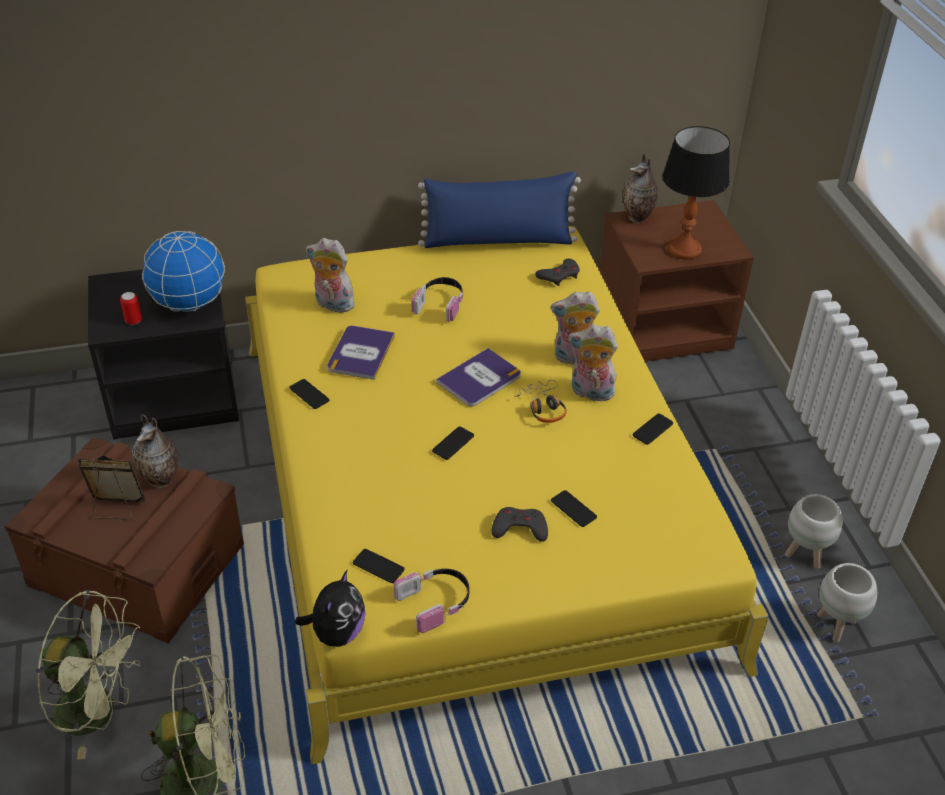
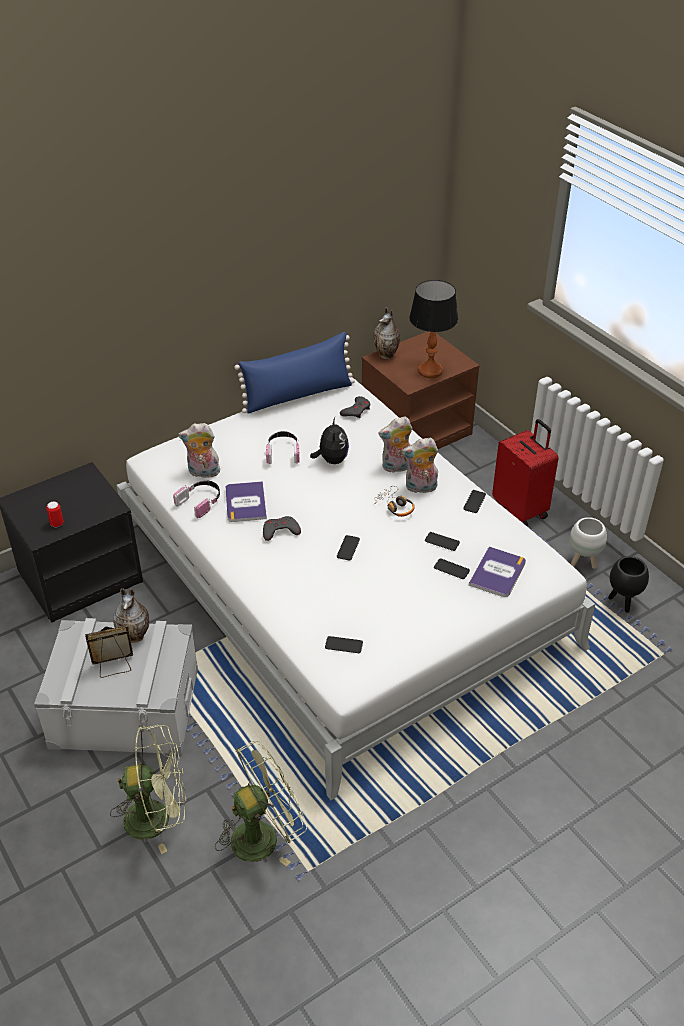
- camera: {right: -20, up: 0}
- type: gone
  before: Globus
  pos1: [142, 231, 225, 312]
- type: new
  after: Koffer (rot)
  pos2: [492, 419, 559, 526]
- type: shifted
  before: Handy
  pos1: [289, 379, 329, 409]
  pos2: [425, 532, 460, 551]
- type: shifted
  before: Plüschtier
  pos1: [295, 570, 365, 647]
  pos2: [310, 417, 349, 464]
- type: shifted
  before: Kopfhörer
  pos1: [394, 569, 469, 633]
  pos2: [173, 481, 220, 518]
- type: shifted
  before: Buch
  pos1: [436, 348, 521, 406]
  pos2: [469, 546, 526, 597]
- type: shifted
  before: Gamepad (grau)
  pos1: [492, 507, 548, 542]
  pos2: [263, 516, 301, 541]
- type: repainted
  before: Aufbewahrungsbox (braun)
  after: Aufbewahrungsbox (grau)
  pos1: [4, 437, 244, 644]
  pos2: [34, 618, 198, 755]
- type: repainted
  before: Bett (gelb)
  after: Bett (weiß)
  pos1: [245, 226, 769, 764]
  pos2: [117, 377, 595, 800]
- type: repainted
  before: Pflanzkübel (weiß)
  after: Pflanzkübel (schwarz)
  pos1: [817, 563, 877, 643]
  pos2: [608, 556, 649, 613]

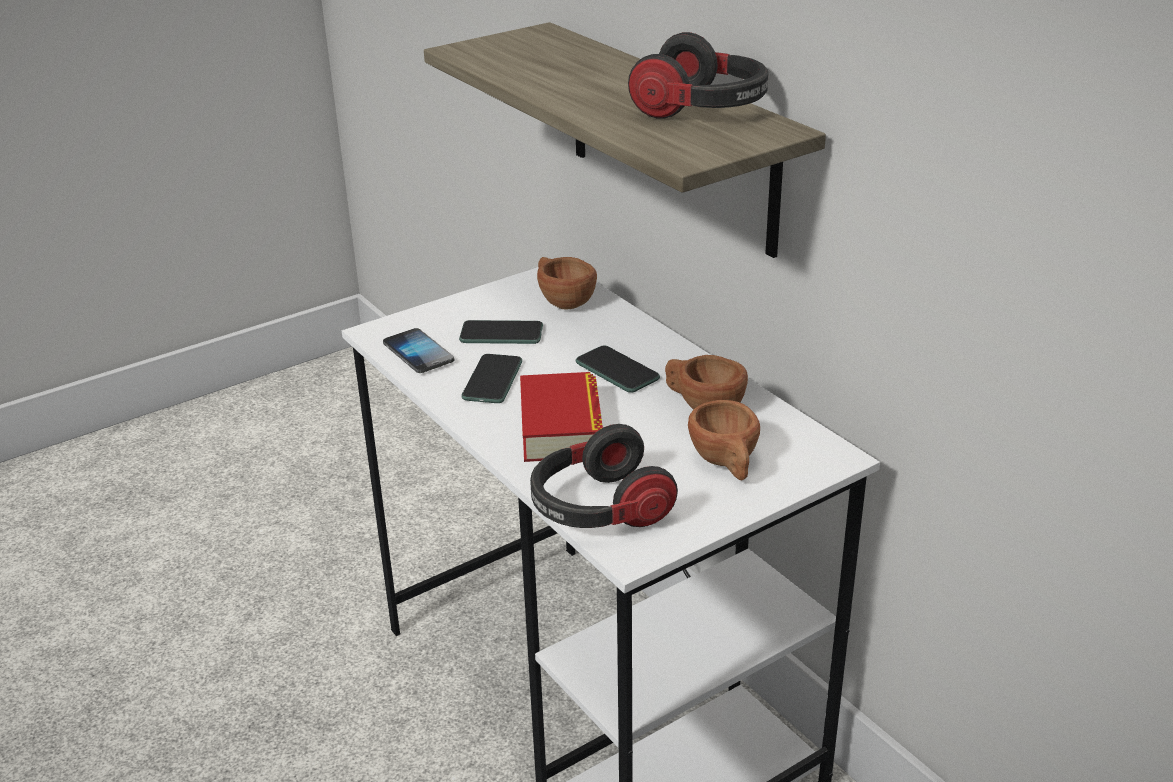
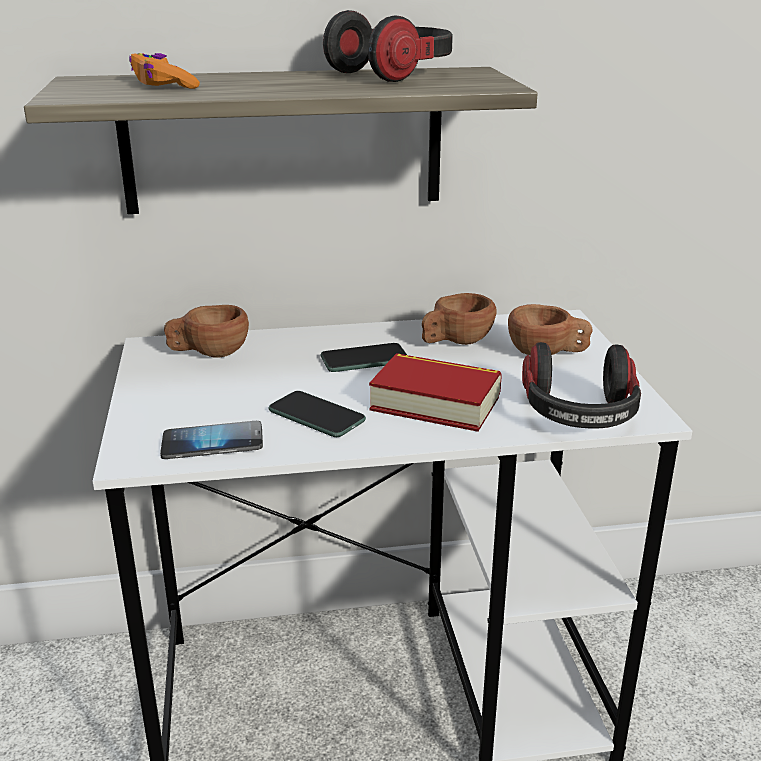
- camera: {right: -65, up: -5}
- type: gone
  before: Handy
  pos1: [459, 320, 543, 344]
- type: new
  after: Gamepad (orange)
  pos2: [129, 53, 200, 89]

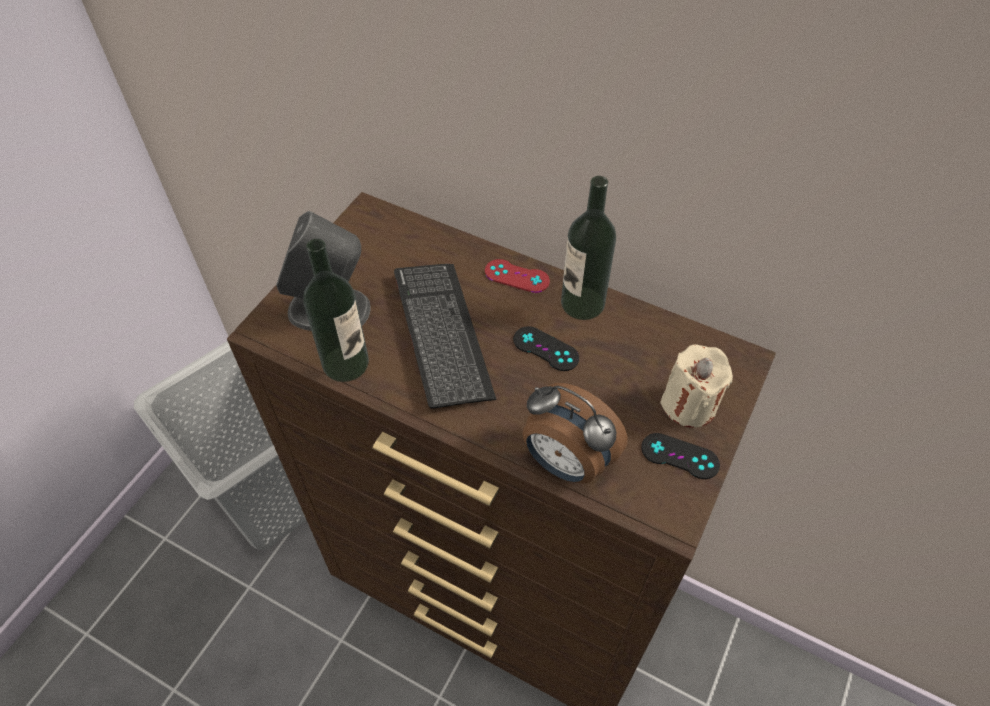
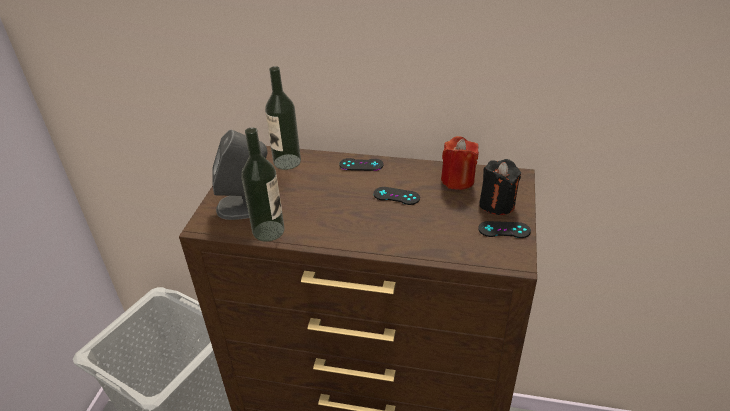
- camera: {right: -15, up: -15}
- type: gone
  before: Tastatur
  pos1: [394, 264, 497, 409]
- type: gone
  before: Wecker
  pos1: [522, 383, 628, 484]
- type: new
  after: Kerze (rot)
  pos2: [441, 136, 479, 190]
- type: shifted
  before: Flasche
  pos1: [561, 176, 616, 320]
  pos2: [265, 66, 301, 170]
- type: repainted
  before: Gamepad (rot)
  after: Gamepad (schwarz)
  pos1: [485, 259, 550, 293]
  pos2: [339, 158, 384, 171]
- type: repainted
  before: Kerze (beige)
  after: Kerze (schwarz)
  pos1: [660, 344, 733, 428]
  pos2: [480, 159, 521, 215]

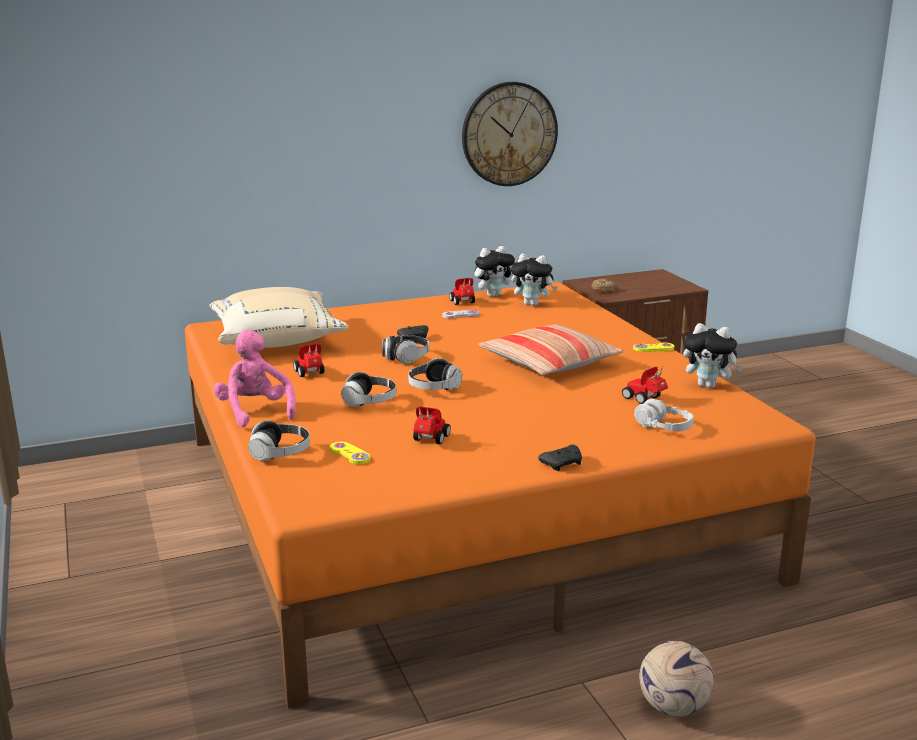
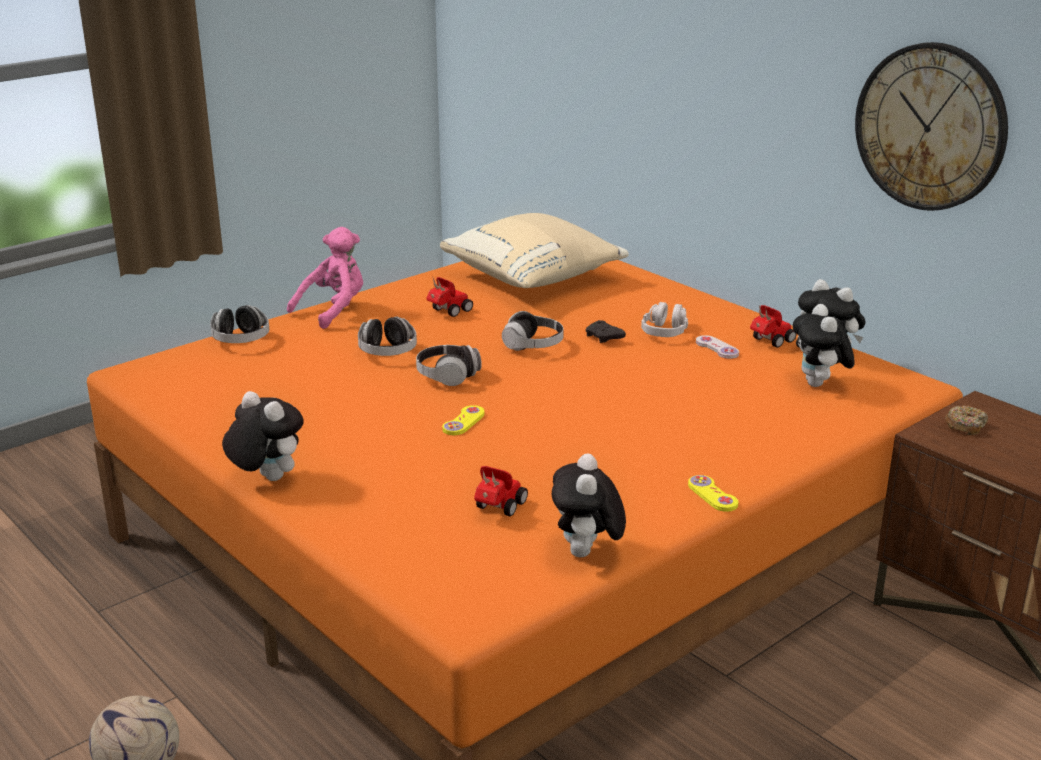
- camera: {right: 70, up: 5}
- type: gone
  before: Spielzeugauto
  pos1: [413, 406, 451, 444]
- type: gone
  before: Kissen
  pos1: [478, 324, 623, 375]
- type: shifted
  before: Gamepad (gelb)
  pos1: [330, 442, 370, 465]
  pos2: [442, 405, 484, 435]
- type: shifted
  before: Kopfhörer (grau)
  pos1: [634, 399, 694, 431]
  pos2: [641, 302, 688, 337]
- type: swapped
  before: Gamepad (schwarz)
  after: Plüschtier
  pos1: [538, 445, 582, 471]
  pos2: [222, 391, 304, 481]

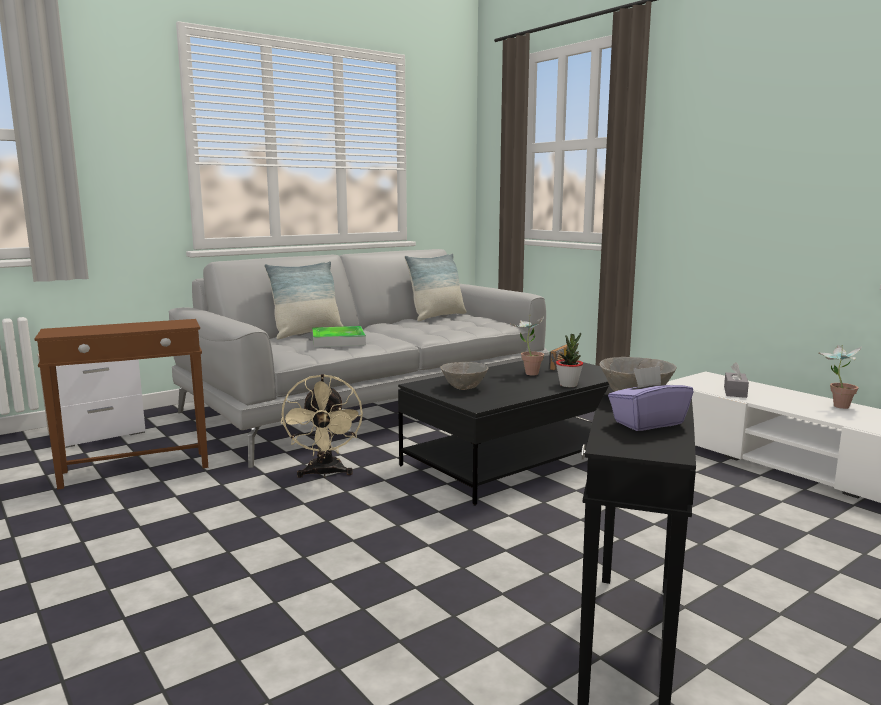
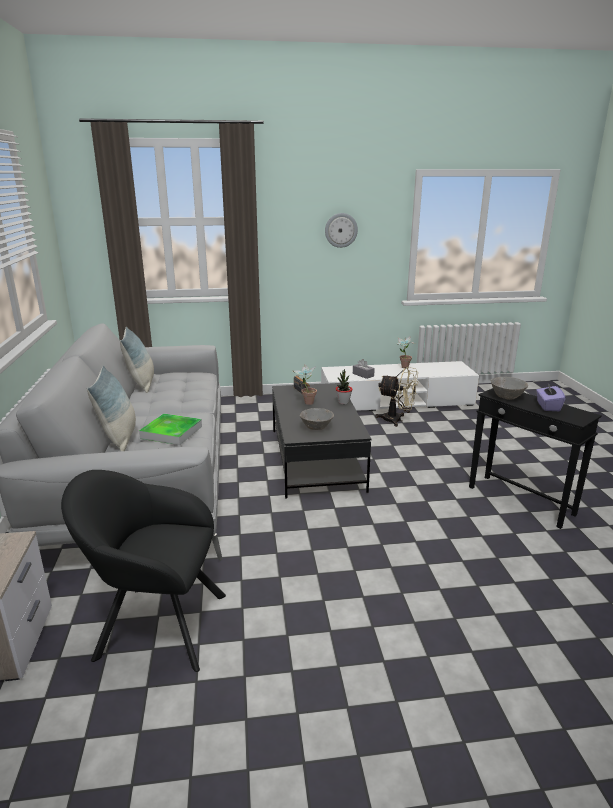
- camera: {right: -60, up: 10}
- type: new
  after: Wanduhr
  pos2: [325, 213, 358, 248]
- type: shifted
  before: Ventilator (beige)
  pos1: [281, 374, 363, 478]
  pos2: [376, 367, 418, 427]
- type: swapped
  before: Beistelltisch (braun)
  after: Sessel (schwarz)
  pos1: [34, 319, 208, 490]
  pos2: [61, 470, 226, 672]

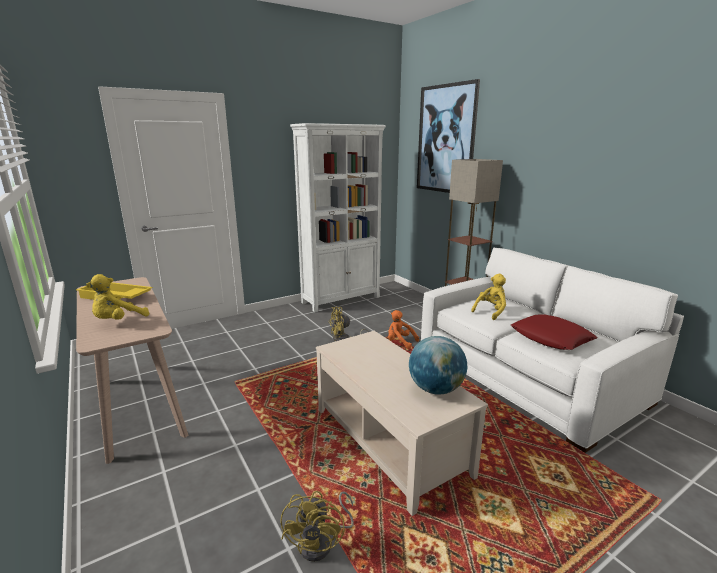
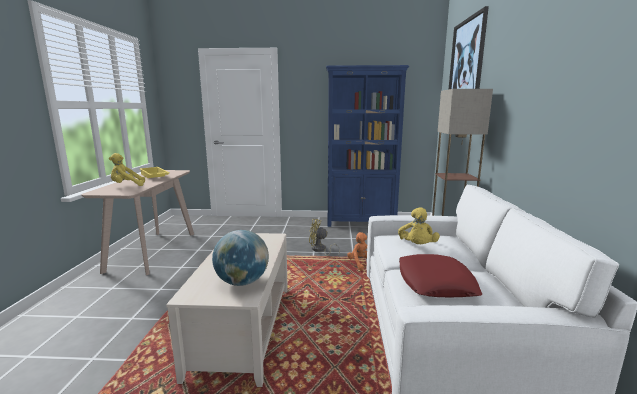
- camera: {right: 35, up: -5}
- type: gone
  before: Ventilator (gelb)
  pos1: [280, 491, 354, 562]
- type: repainted
  before: Bücherregal (weiß)
  after: Bücherregal (blau)
  pos1: [290, 123, 386, 312]
  pos2: [326, 65, 409, 227]
- type: rotated
  before: Plüschtier (gelb)
  pos1: [471, 274, 506, 320]
  pos2: [398, 207, 440, 244]
  turn: 105

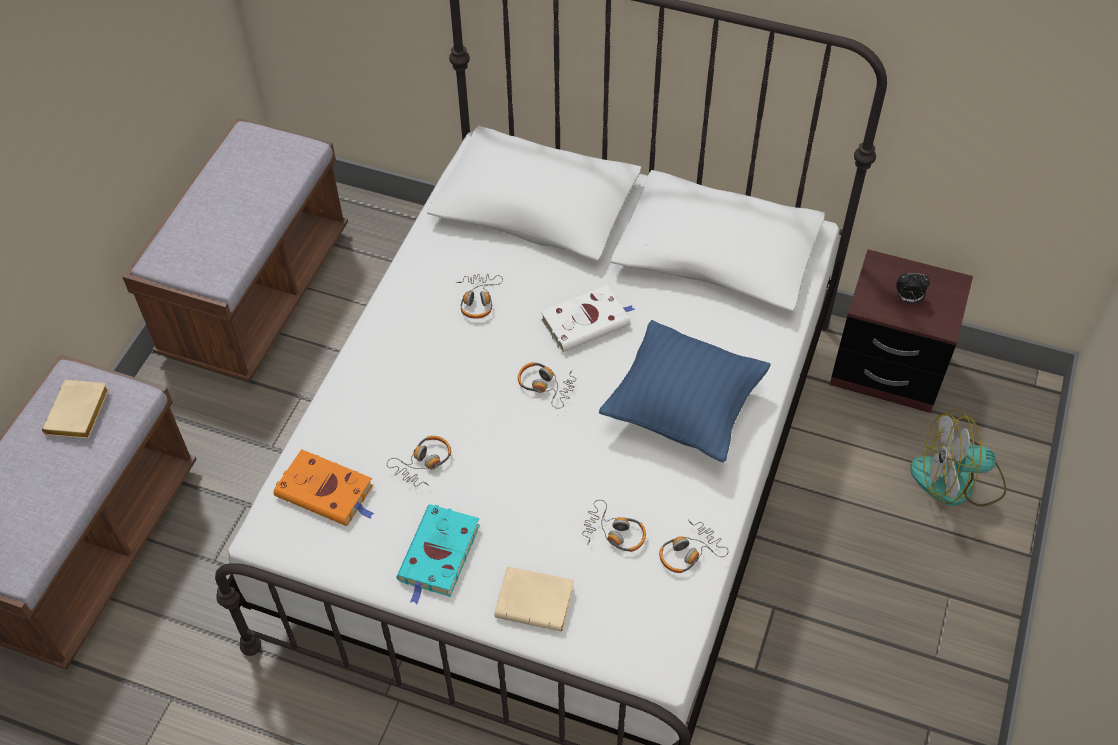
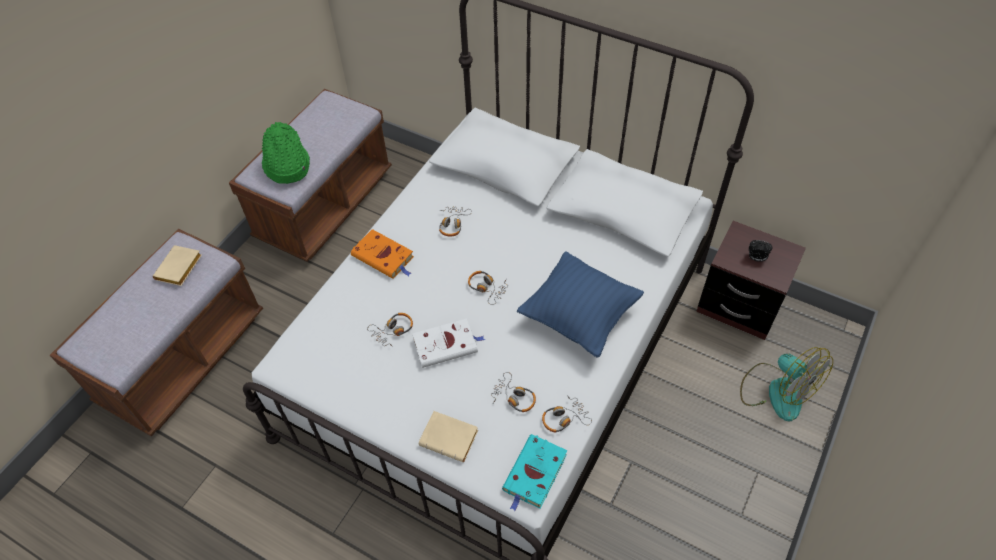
- camera: {right: 10, up: 0}
- type: new
  after: Hut (grün)
  pos2: [262, 122, 310, 184]
- type: shifted
  before: Buch (orange)
  pos1: [274, 449, 375, 526]
  pos2: [351, 229, 414, 279]
- type: shifted
  before: Buch (türkis)
  pos1: [396, 504, 480, 604]
  pos2: [502, 434, 567, 511]
- type: shifted
  before: Buch (weiß)
  pos1: [541, 285, 635, 352]
  pos2: [413, 318, 485, 368]
- type: rotated
  before: Ventilator
  pos1: [910, 409, 1006, 507]
  pos2: [740, 347, 833, 421]
  turn: -135

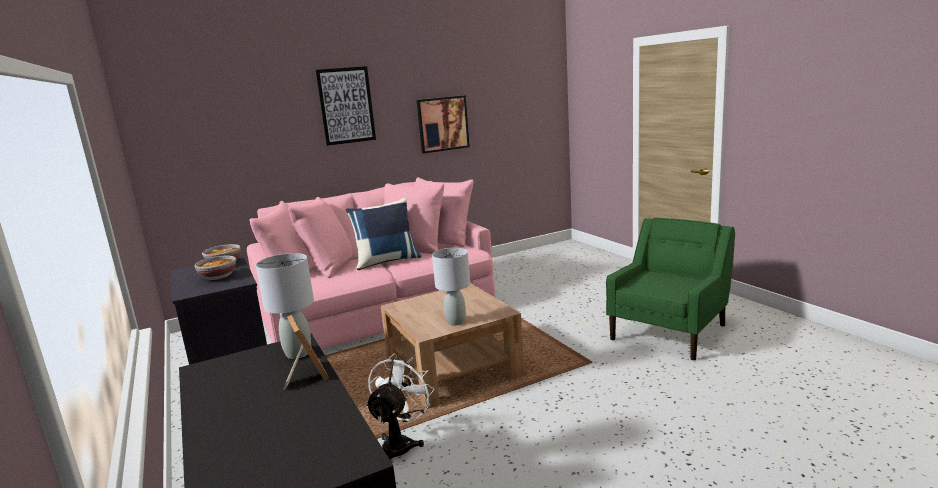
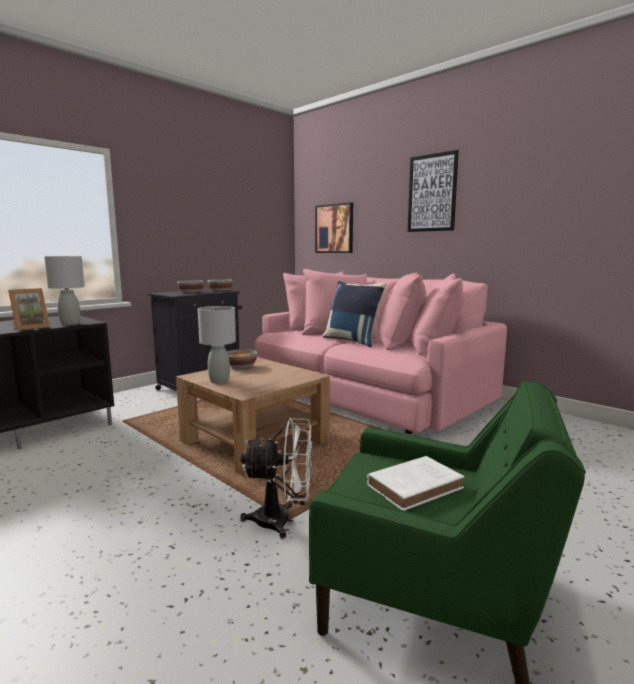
- camera: {right: 70, up: -5}
- type: new
  after: Schüssel
  pos2: [227, 349, 258, 369]
- type: new
  after: Buch (weiß)
  pos2: [367, 456, 464, 511]
- type: shifted
  before: Ventilator (weiß)
  pos1: [366, 354, 435, 459]
  pos2: [240, 418, 312, 539]
- type: shifted
  before: Bild
  pos1: [417, 95, 470, 154]
  pos2: [315, 202, 353, 253]

